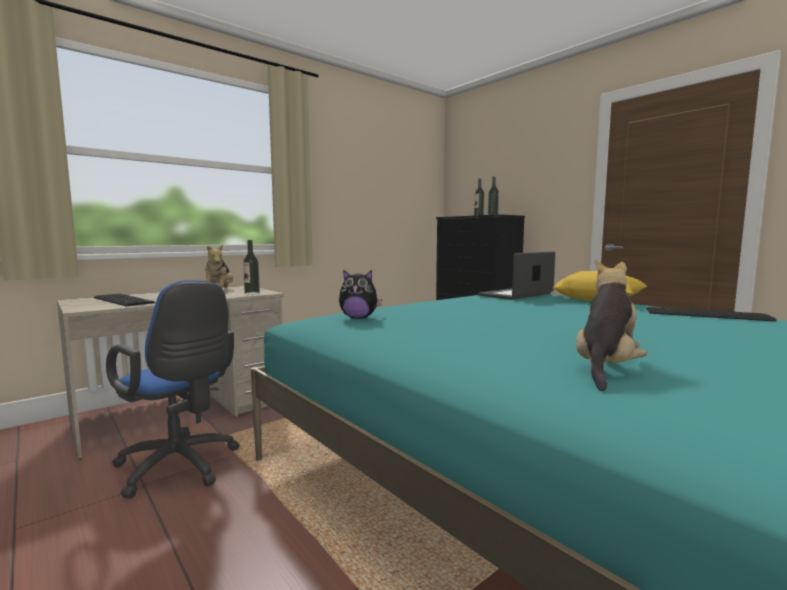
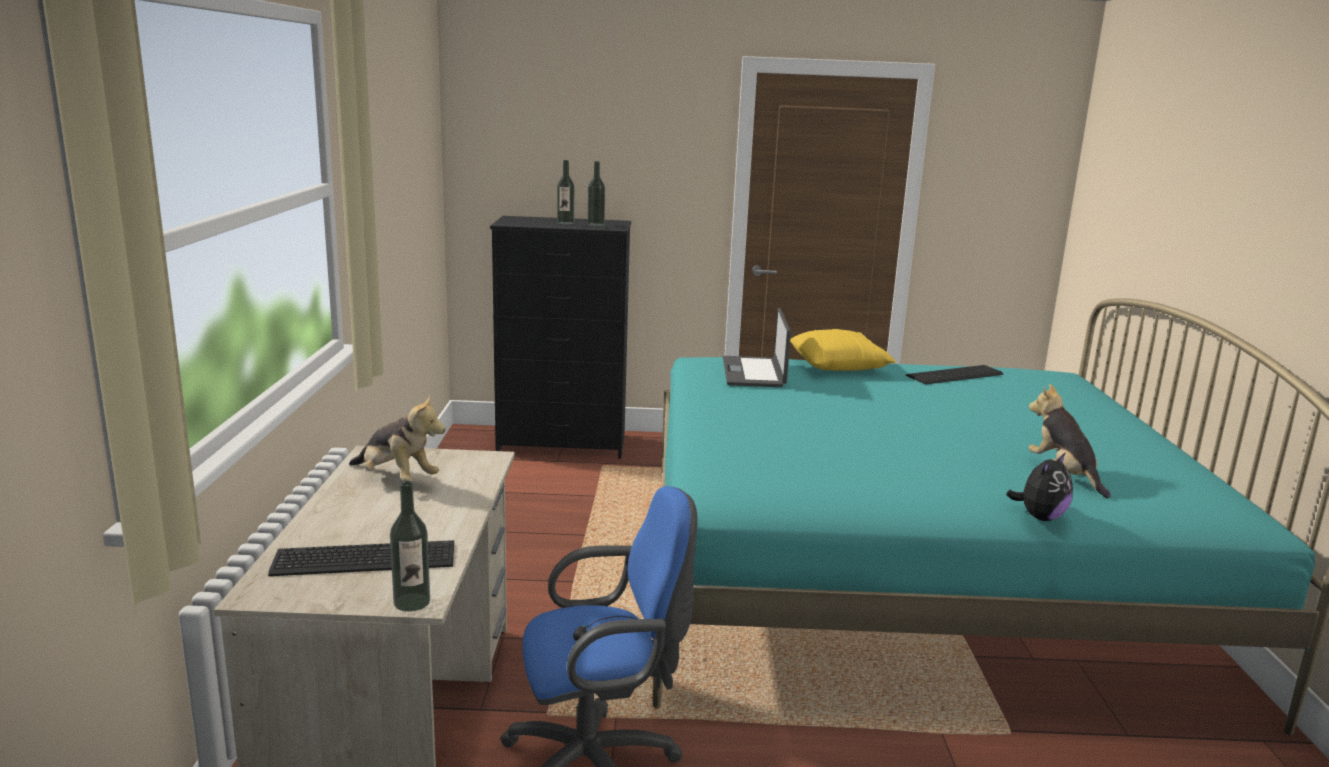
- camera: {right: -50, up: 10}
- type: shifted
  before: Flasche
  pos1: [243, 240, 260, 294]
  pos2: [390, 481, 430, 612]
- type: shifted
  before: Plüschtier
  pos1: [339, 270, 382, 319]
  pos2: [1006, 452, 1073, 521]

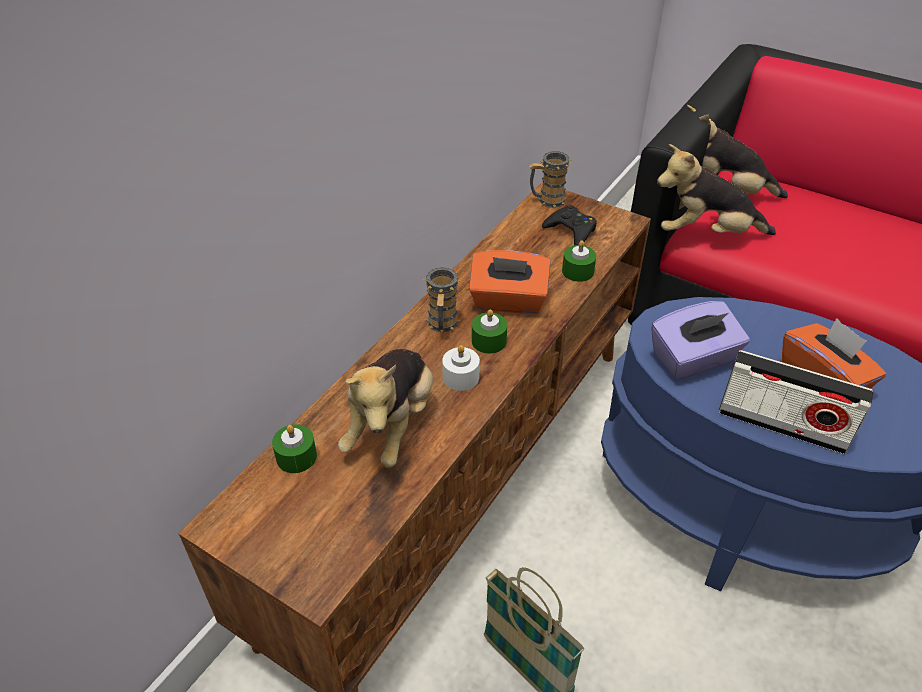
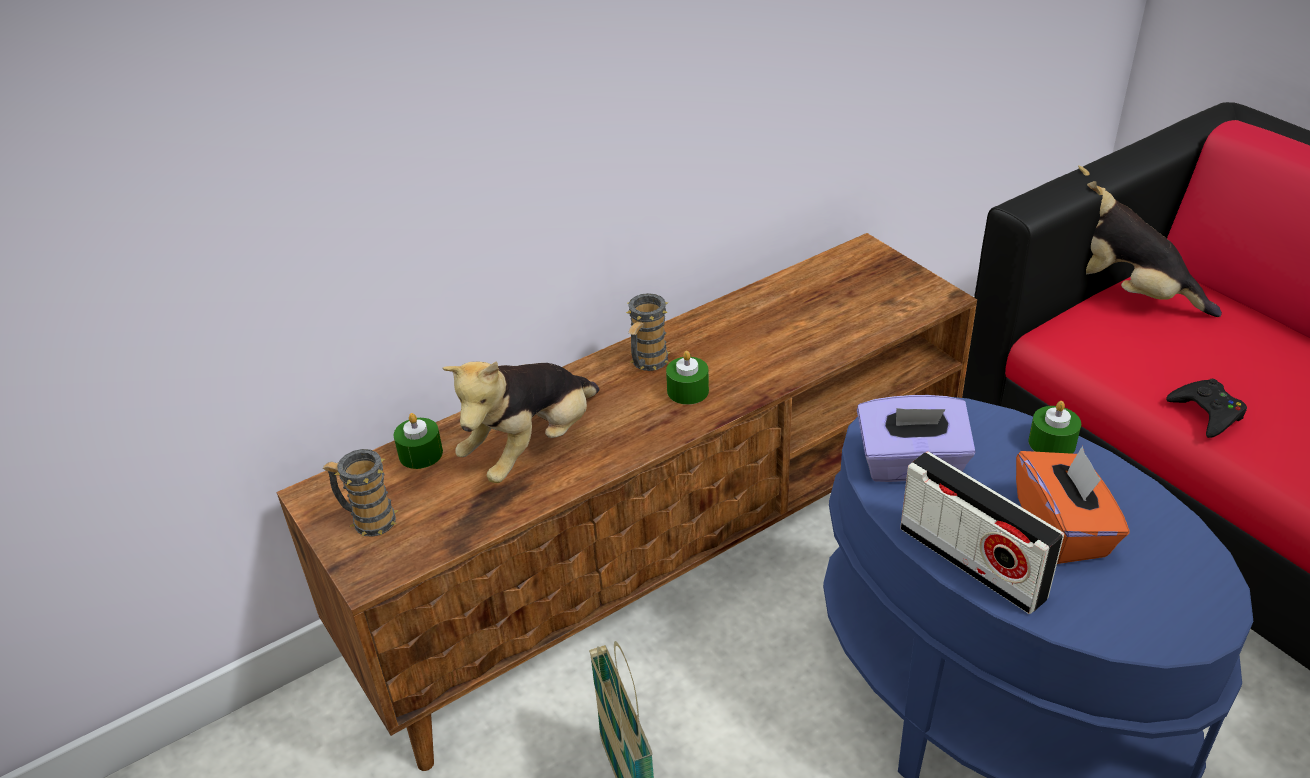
- camera: {right: 25, up: -5}
- type: gone
  before: Kerze (weiß)
  pos1: [442, 345, 480, 391]
- type: gone
  before: Taschentuchbox (orange)
  pos1: [469, 250, 551, 314]
- type: gone
  before: Plüschtier
  pos1: [657, 144, 776, 235]
- type: shifted
  before: Henkelbecher
  pos1: [529, 151, 571, 208]
  pos2: [323, 449, 399, 537]
- type: shifted
  before: Gamepad (schwarz)
  pos1: [542, 205, 597, 245]
  pos2: [1166, 379, 1247, 438]
- type: shifted
  before: Kerze (grün)
  pos1: [562, 240, 596, 282]
  pos2: [1028, 401, 1081, 454]

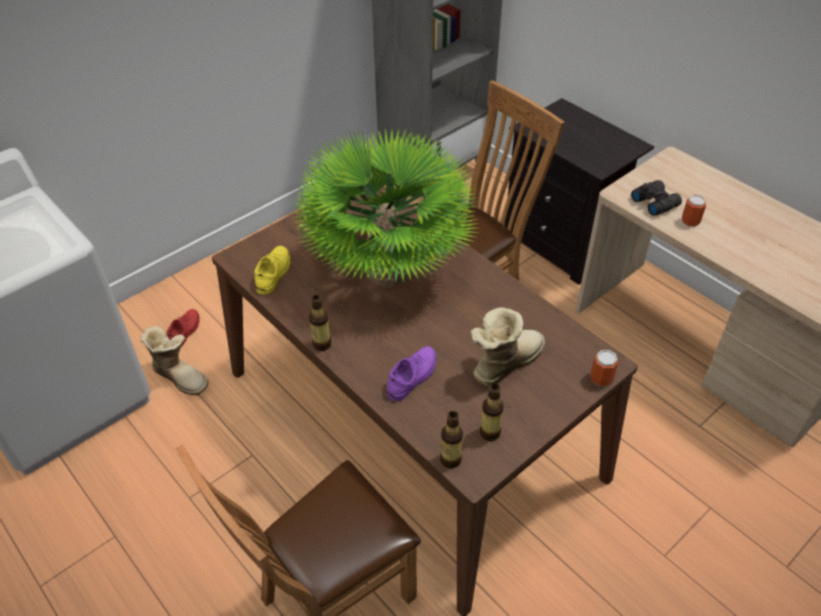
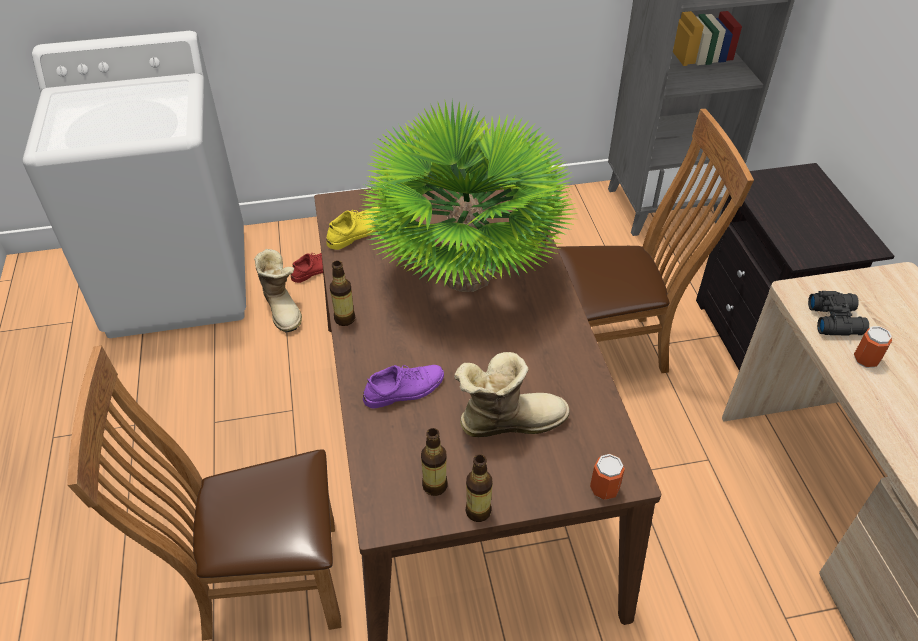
- camera: {right: 30, up: 0}
- type: shifted
  before: Flasche
  pos1: [440, 411, 463, 468]
  pos2: [465, 454, 493, 522]

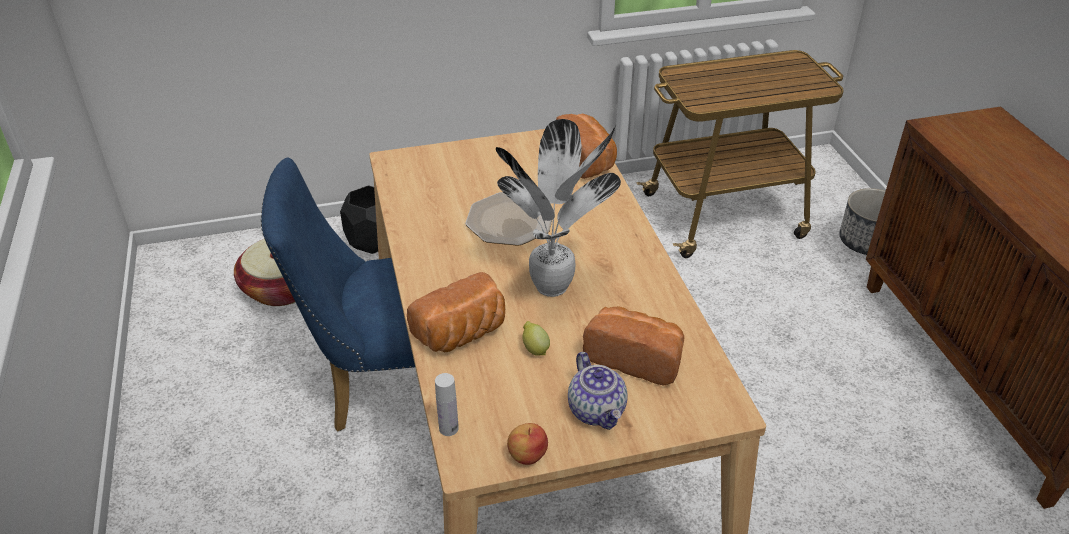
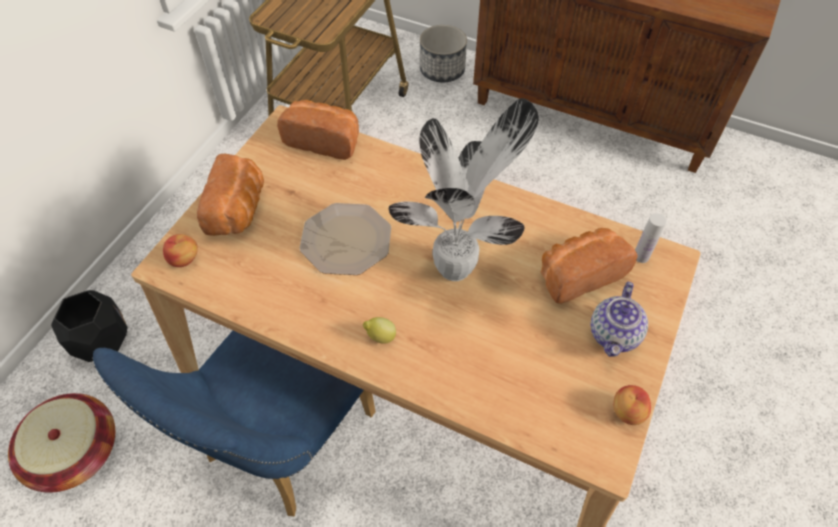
- camera: {right: -50, up: 15}
- type: new
  after: Apfel
  pos2: [163, 234, 198, 267]
- type: shifted
  before: Brot
  pos1: [407, 272, 505, 352]
  pos2: [197, 154, 264, 236]
- type: shifted
  before: Flasche (weiß)
  pos1: [435, 373, 459, 436]
  pos2: [635, 213, 666, 263]
- type: shifted
  before: Zitrone
  pos1: [523, 321, 550, 356]
  pos2: [363, 317, 396, 344]
- type: rotated
  before: Teekanne
  pos1: [568, 352, 628, 430]
  pos2: [591, 282, 648, 357]
  turn: 90

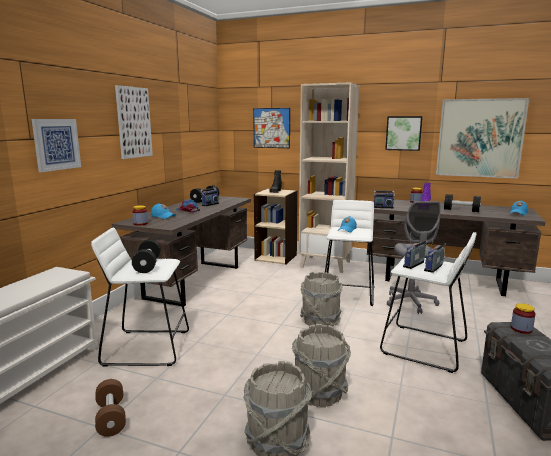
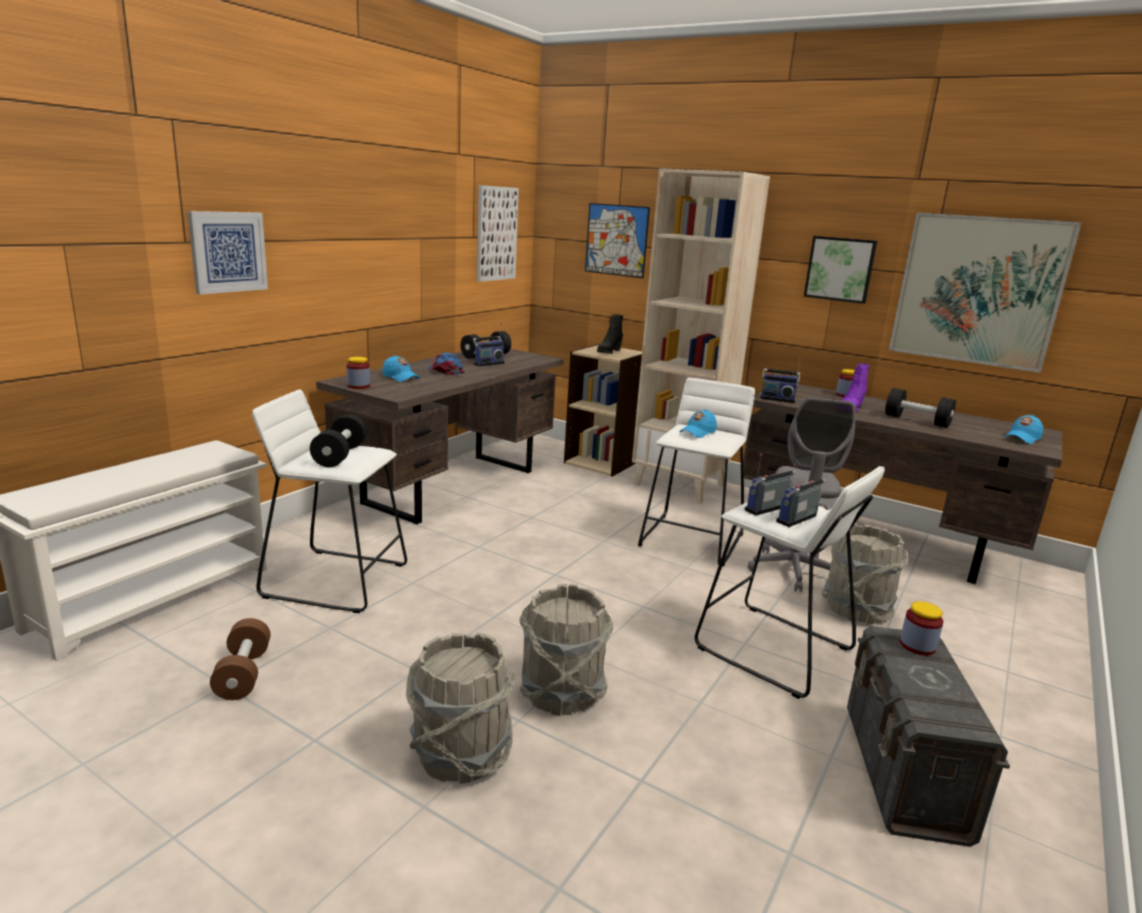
- camera: {right: 10, up: 5}
- type: shifted
  before: Bild
  pos1: [115, 85, 153, 159]
  pos2: [477, 185, 519, 282]
- type: shifted
  before: Eimer (grau)
  pos1: [300, 272, 343, 328]
  pos2: [822, 524, 908, 625]

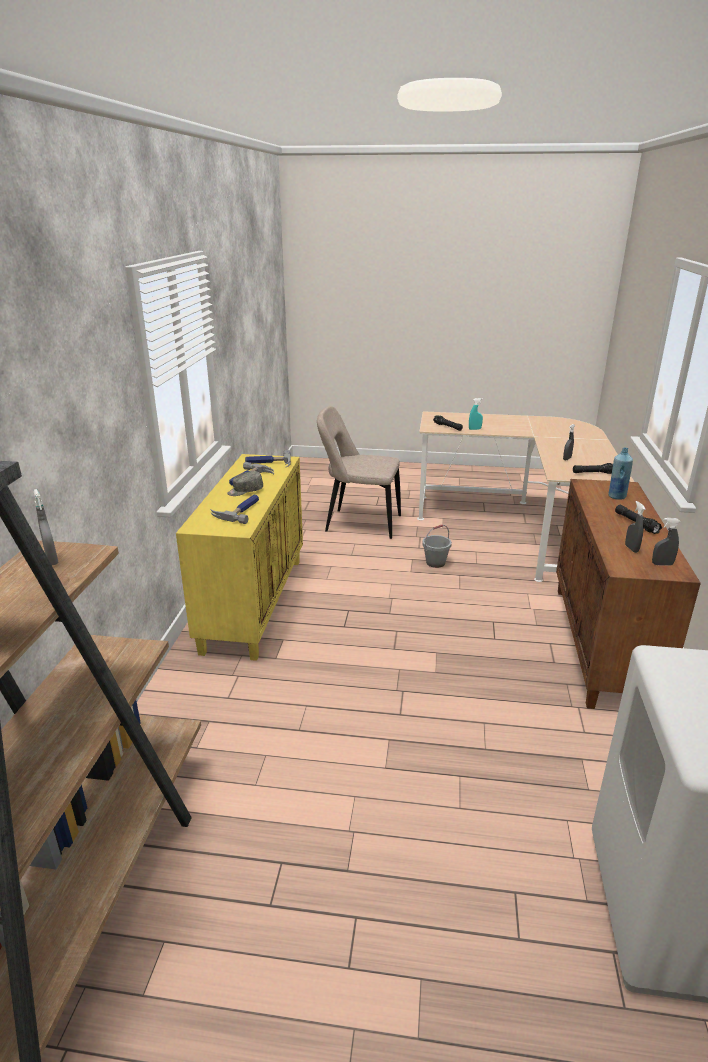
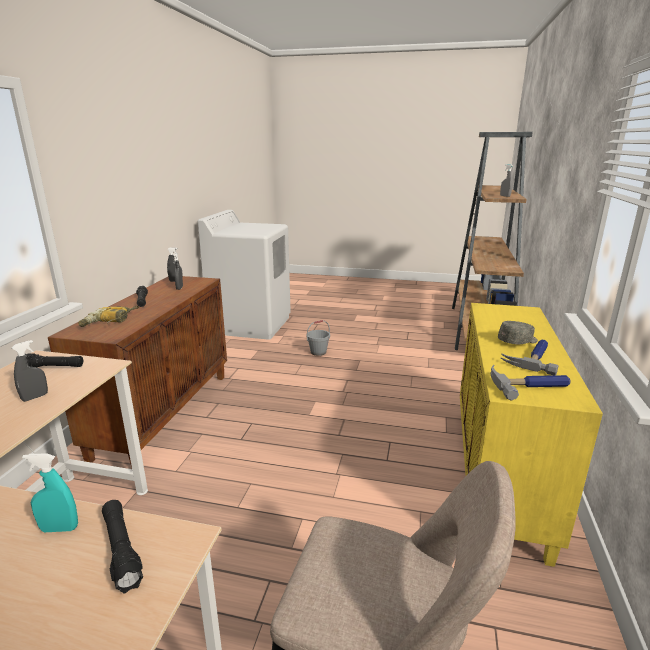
- camera: {right: -175, up: -5}
- type: gone
  before: Hammer
  pos1: [210, 495, 259, 524]
- type: shifted
  before: Eimer (grau)
  pos1: [422, 524, 452, 568]
  pos2: [307, 320, 330, 356]
- type: swapped
  before: Flasche (blau)
  after: Bohrmaschine
  pos1: [608, 447, 633, 500]
  pos2: [78, 306, 139, 327]

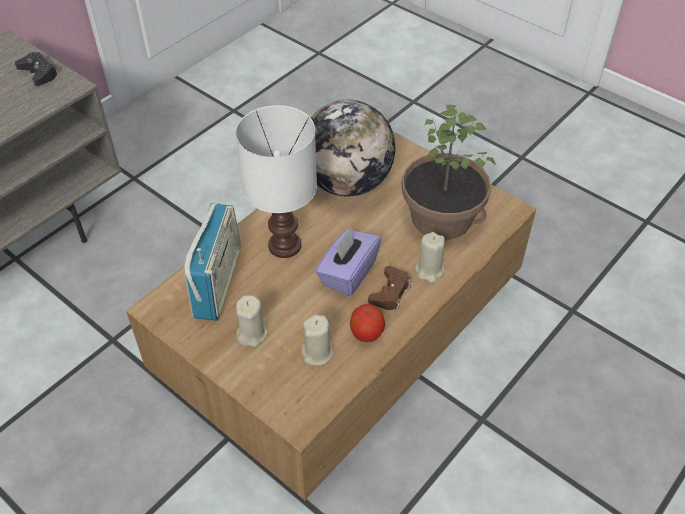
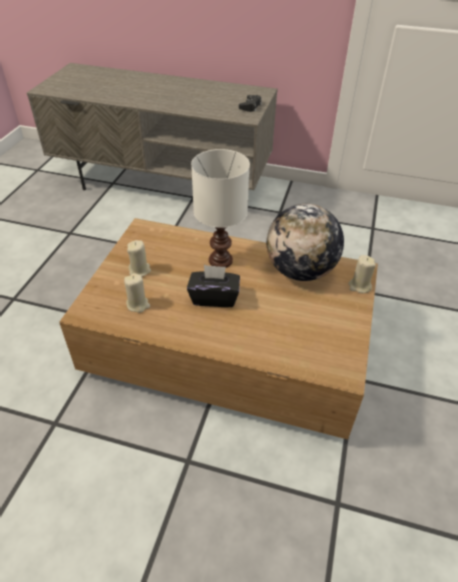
- camera: {right: 65, up: -5}
- type: gone
  before: Radio
  pos1: [184, 203, 241, 321]
- type: gone
  before: Apfel
  pos1: [350, 304, 385, 342]
- type: gone
  before: Gamepad (braun)
  pos1: [368, 266, 411, 310]
- type: gone
  before: Topfpflanze
  pos1: [402, 105, 496, 240]
- type: shifted
  before: Kerze (beige)
  pos1: [415, 232, 445, 283]
  pos2: [348, 255, 376, 293]
- type: repainted
  before: Taschentuchbox (lila)
  after: Taschentuchbox (schwarz)
  pos1: [316, 229, 381, 296]
  pos2: [187, 265, 240, 307]

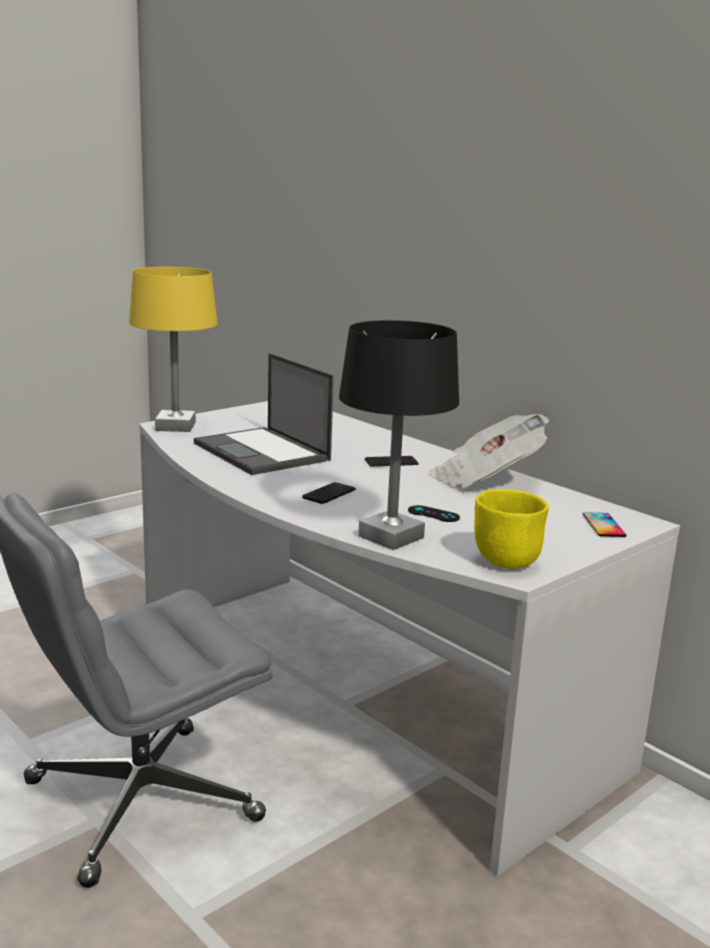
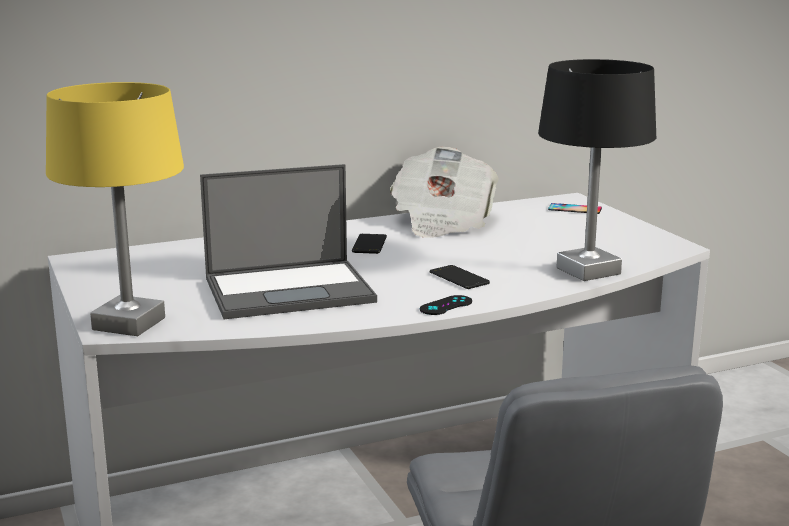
- camera: {right: -70, up: 0}
- type: gone
  before: Schüssel (gelb)
  pos1: [474, 489, 549, 569]
- type: shifted
  before: Gamepad (schwarz)
  pos1: [408, 505, 460, 522]
  pos2: [420, 295, 472, 315]

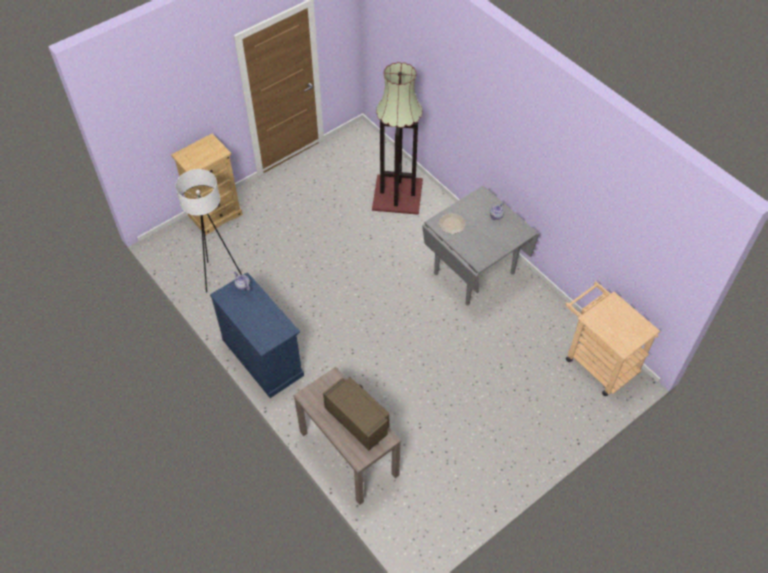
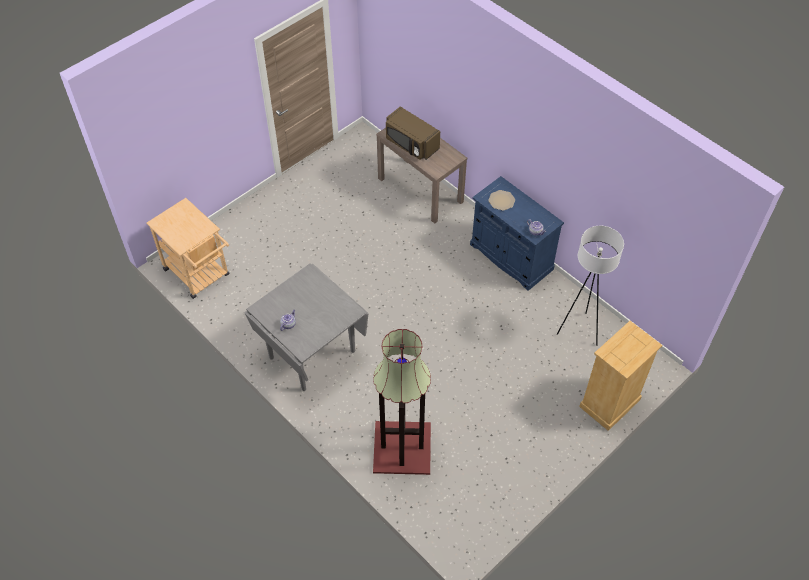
- camera: {right: 175, up: 0}
- type: shifted
  before: Teller
  pos1: [438, 213, 466, 234]
  pos2: [488, 190, 515, 211]

